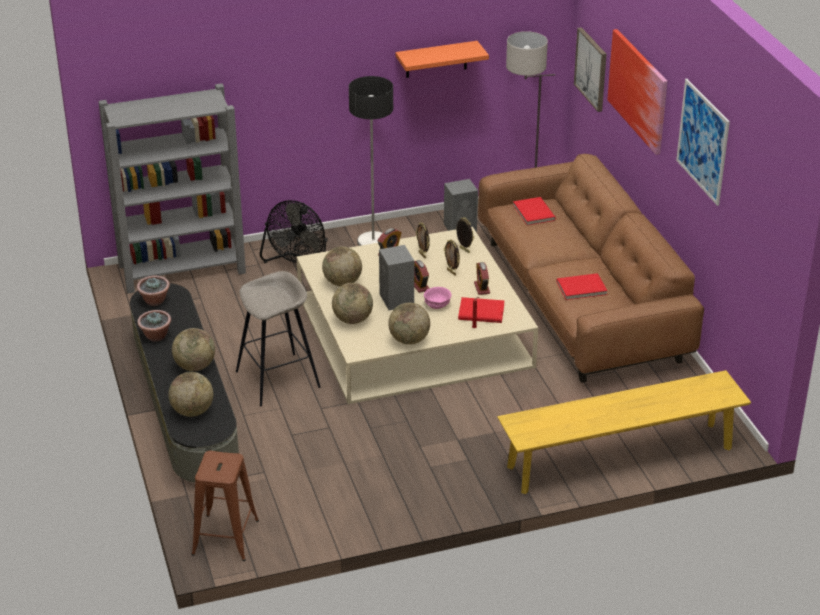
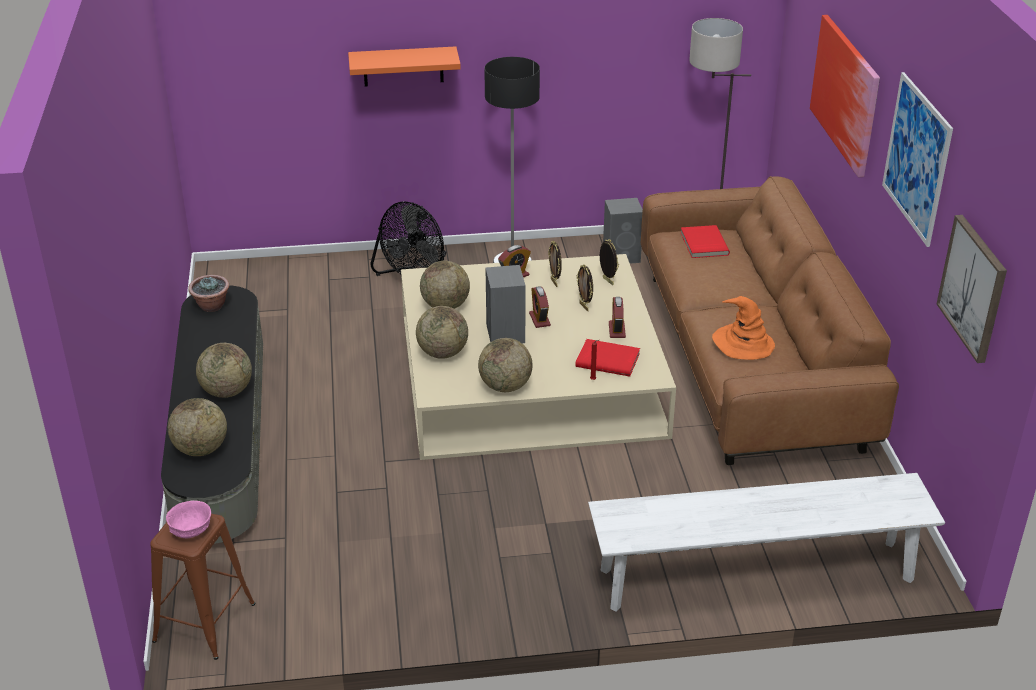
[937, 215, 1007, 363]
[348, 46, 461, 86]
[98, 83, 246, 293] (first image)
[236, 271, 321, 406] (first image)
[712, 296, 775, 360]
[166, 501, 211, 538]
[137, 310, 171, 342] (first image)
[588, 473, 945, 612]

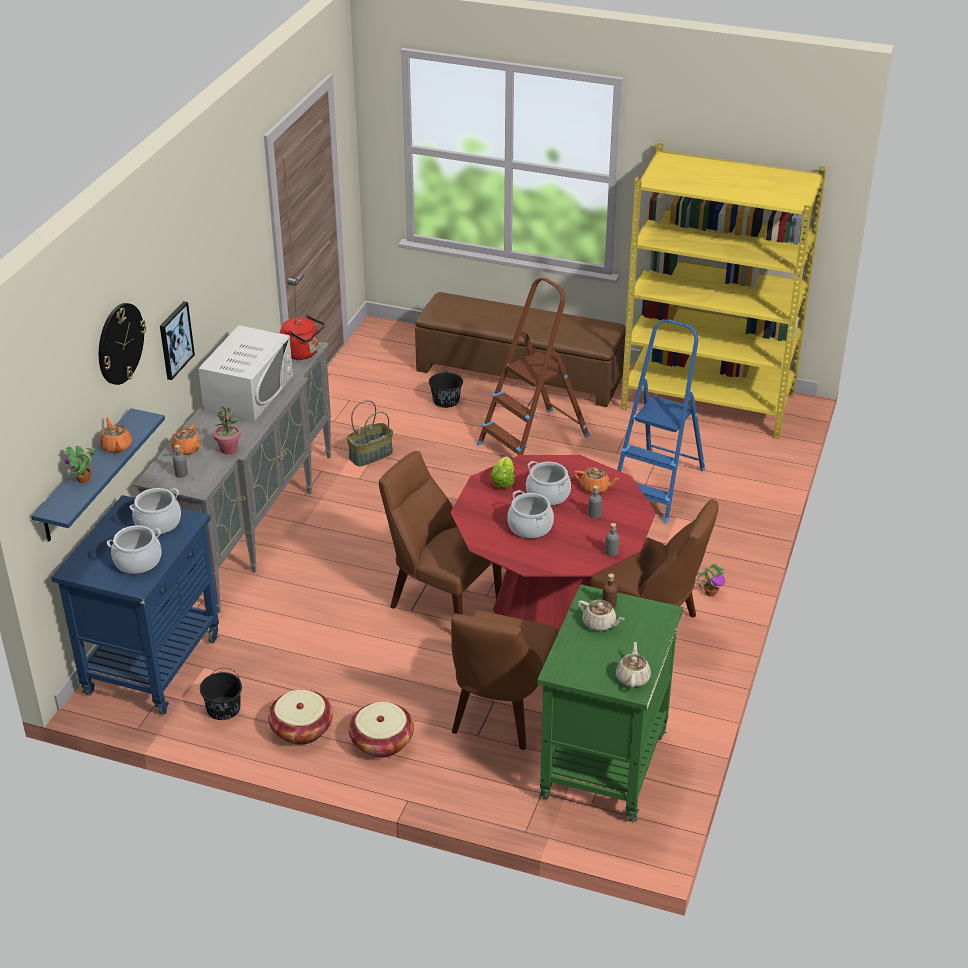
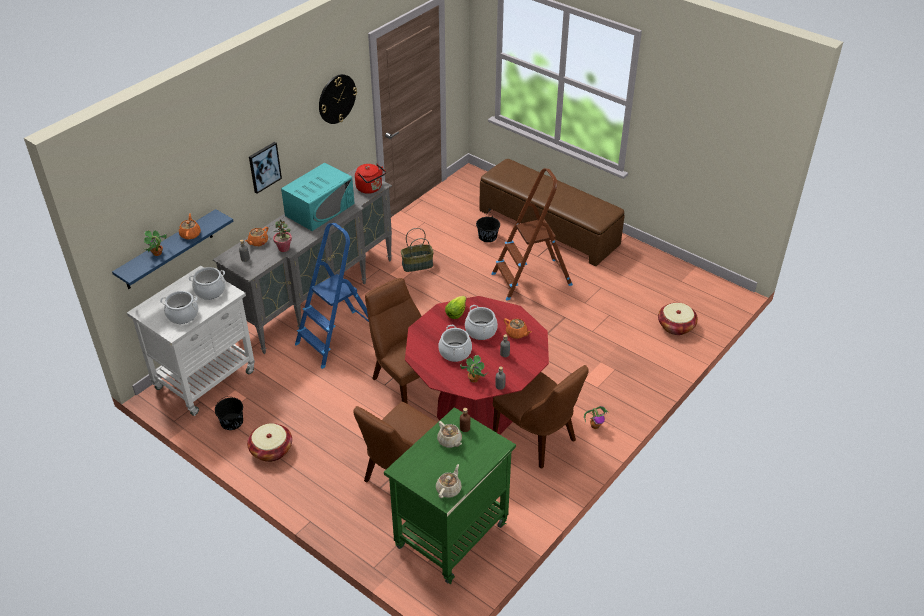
[621, 142, 826, 439] (first image)
[319, 74, 357, 124]
[295, 223, 369, 369]
[281, 162, 355, 231]
[127, 265, 255, 416]
[658, 303, 698, 335]
[460, 355, 487, 383]

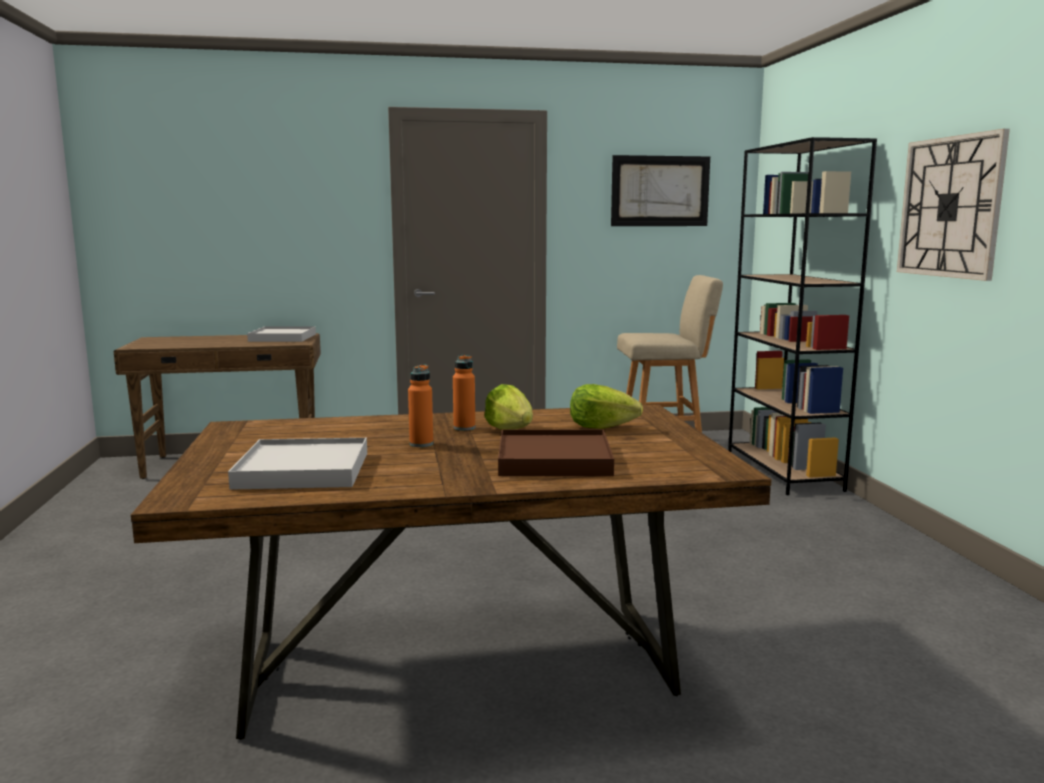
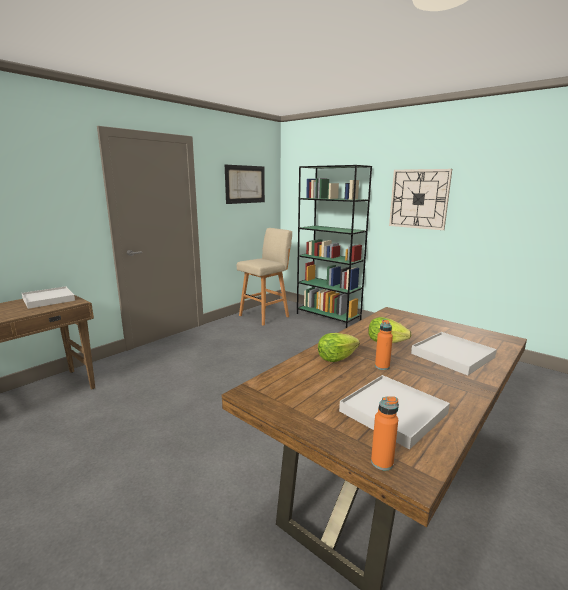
[297, 165, 372, 328]
[371, 396, 399, 471]
[318, 333, 360, 362]
[411, 332, 497, 375]

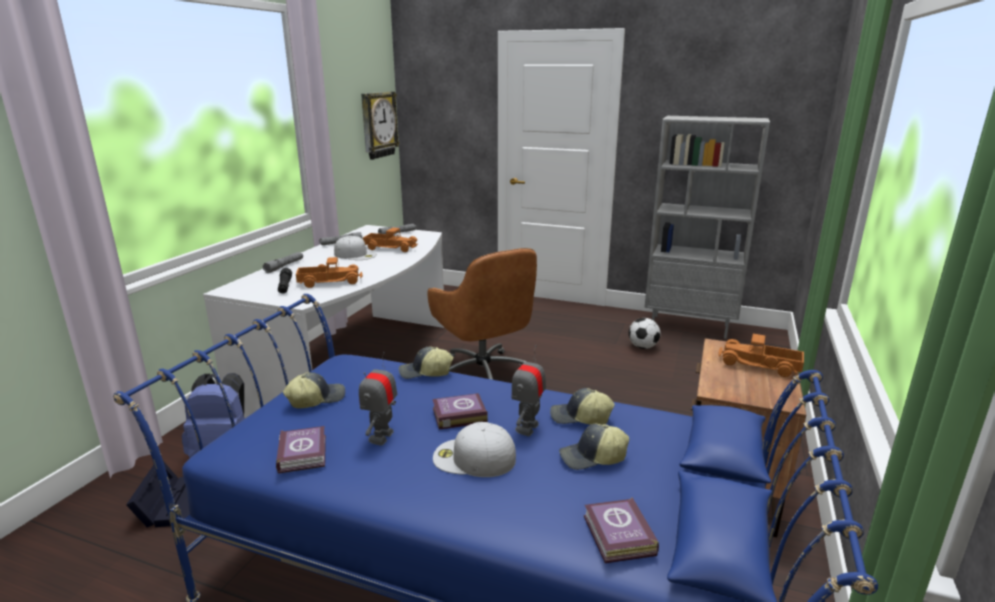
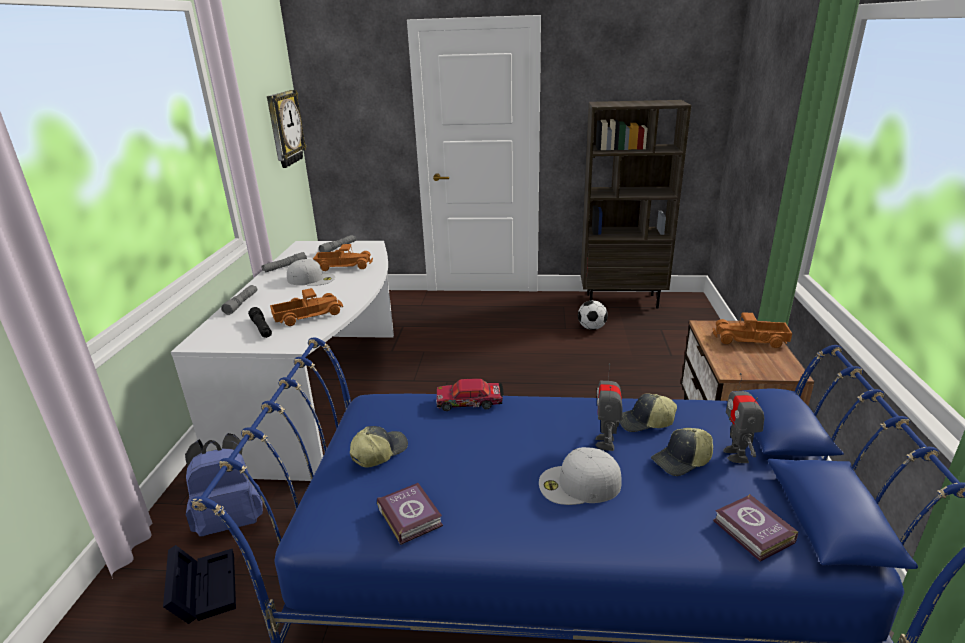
[581, 100, 691, 309]
[427, 248, 537, 380] (first image)
[436, 378, 504, 411]
[723, 373, 764, 463]
[432, 393, 488, 430] (first image)

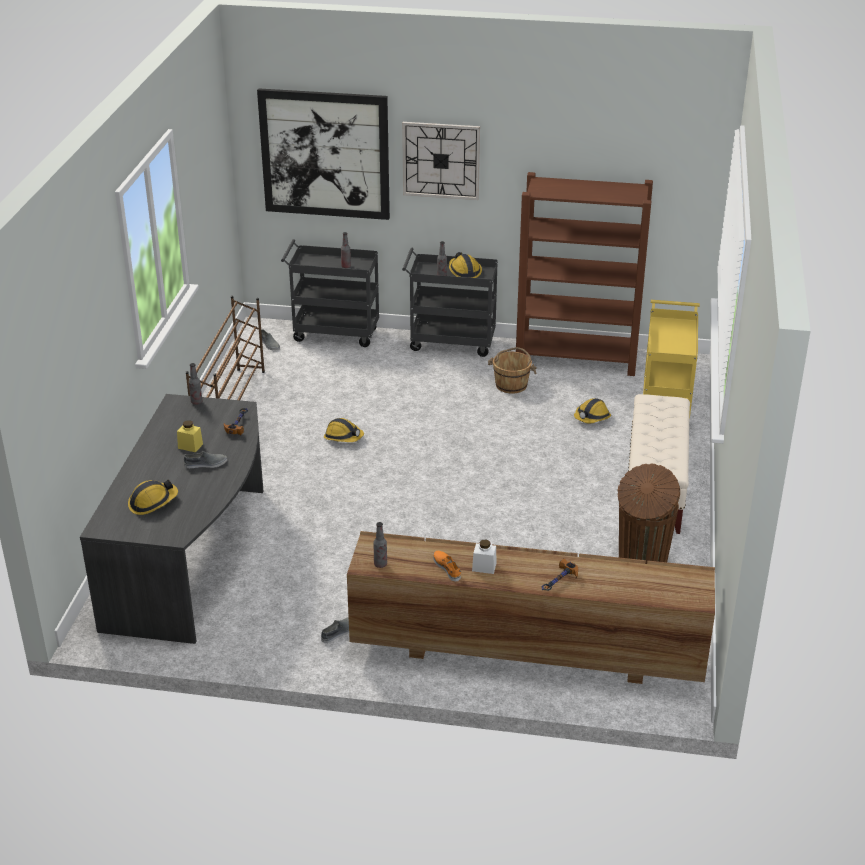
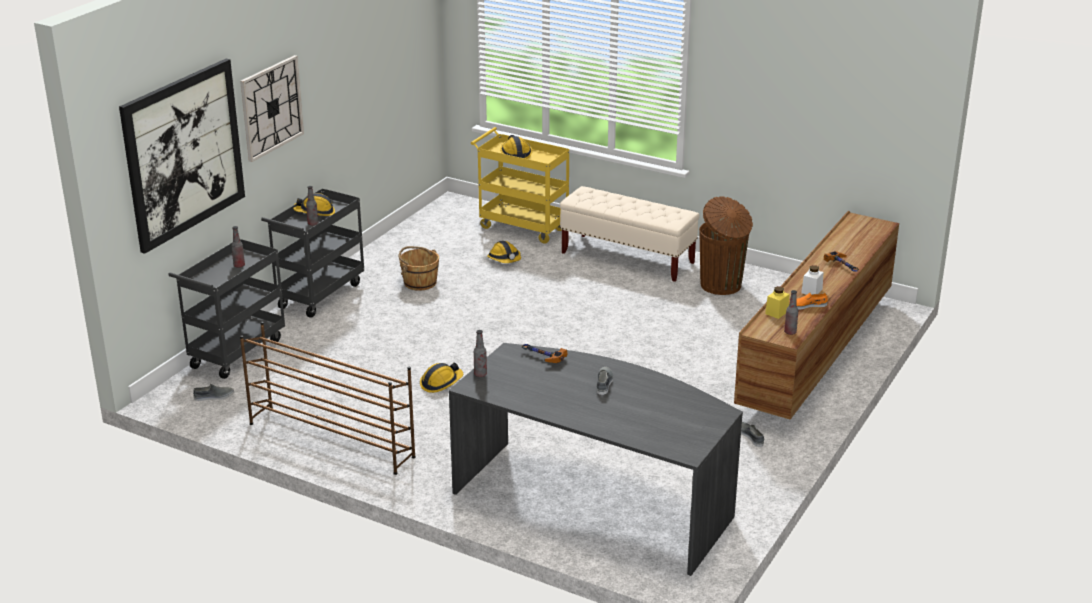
[516, 172, 653, 376] (first image)
[765, 286, 789, 319]
[500, 135, 533, 159]

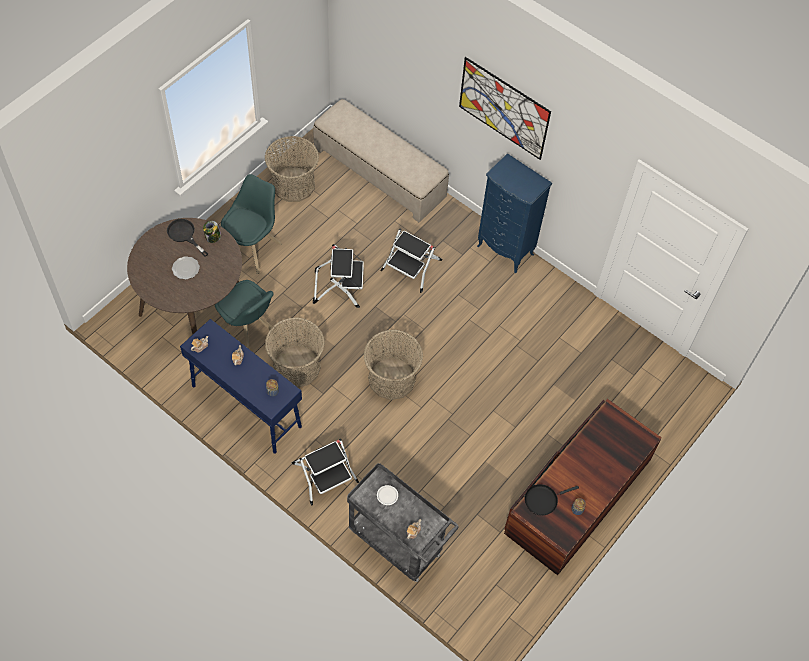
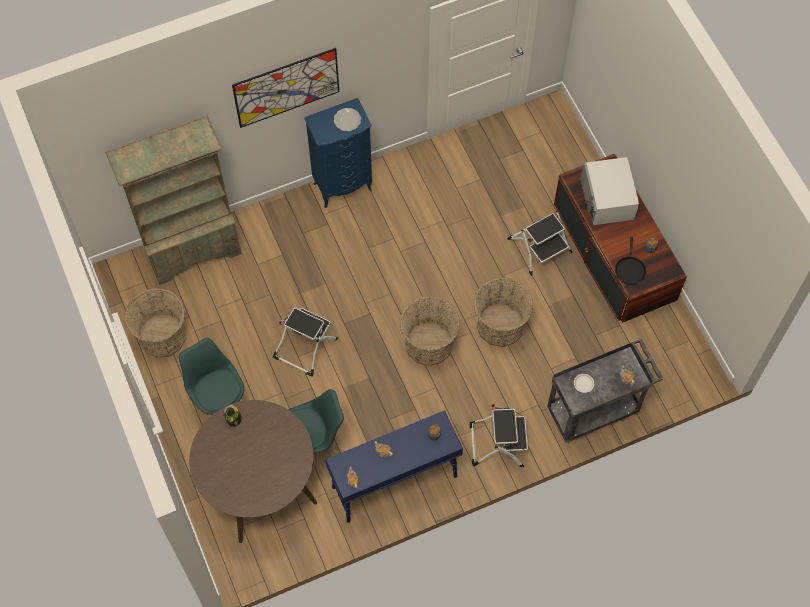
[105, 116, 241, 285]
[167, 219, 208, 257] (first image)
[507, 211, 572, 276]
[334, 108, 361, 131]
[473, 277, 533, 347]
[580, 157, 639, 225]

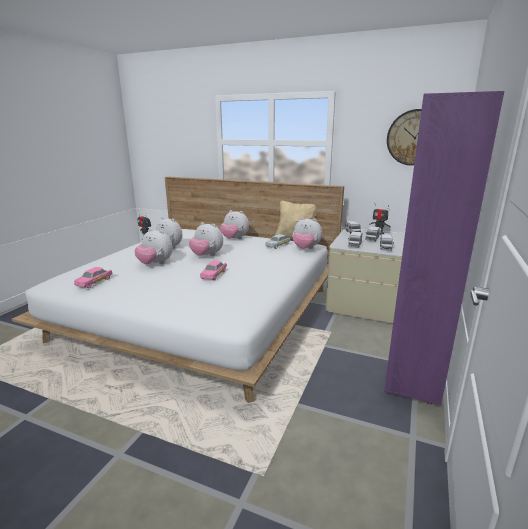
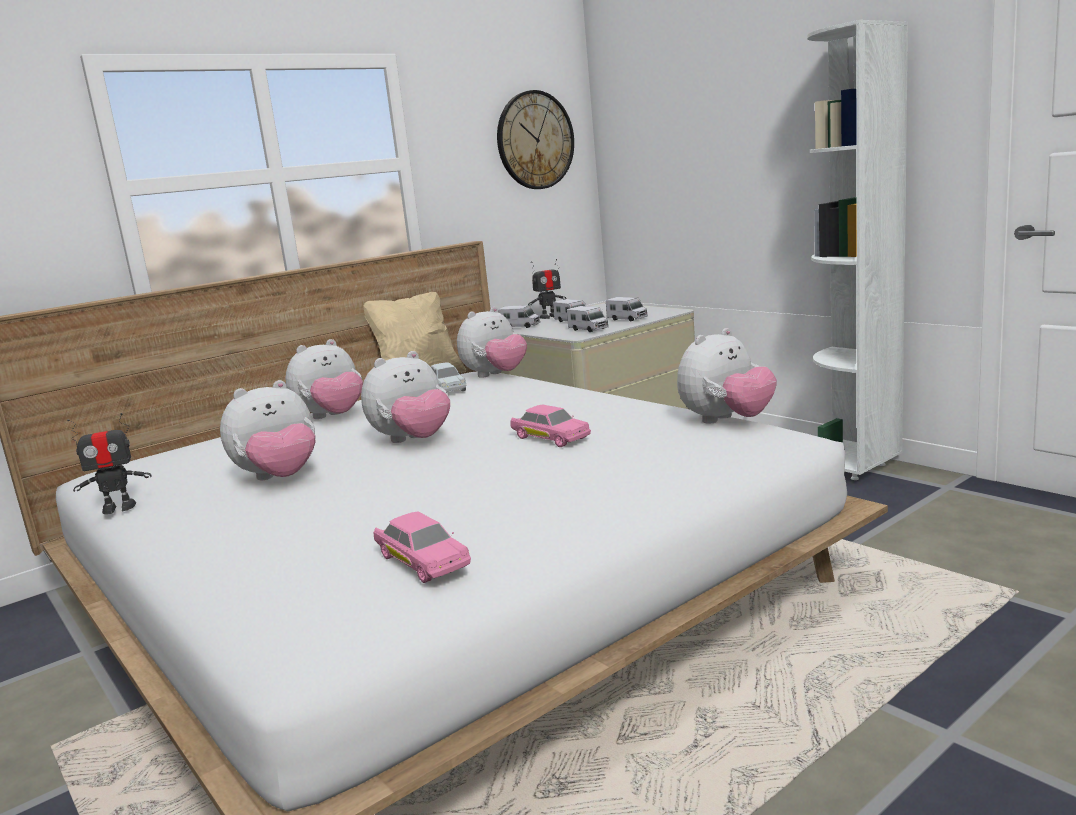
[807, 20, 908, 480]
[677, 328, 777, 424]

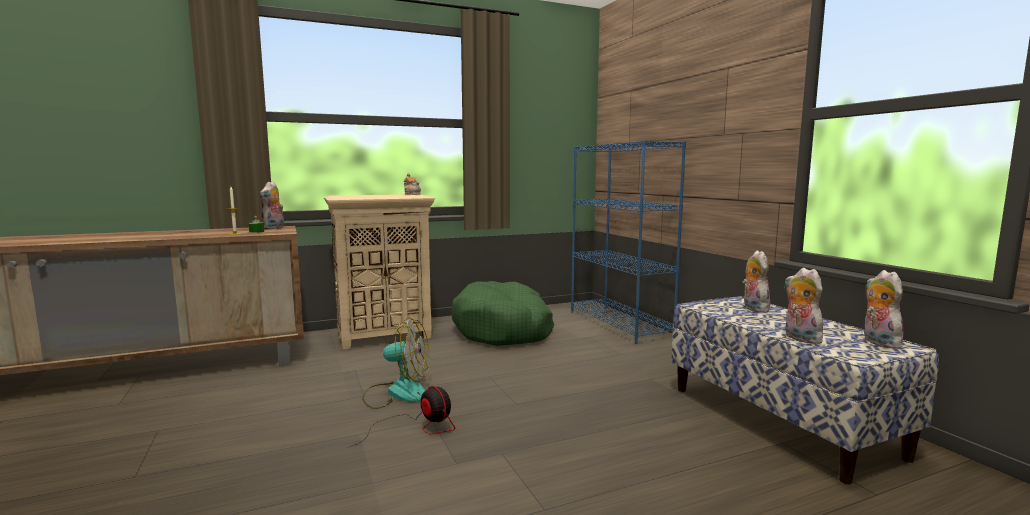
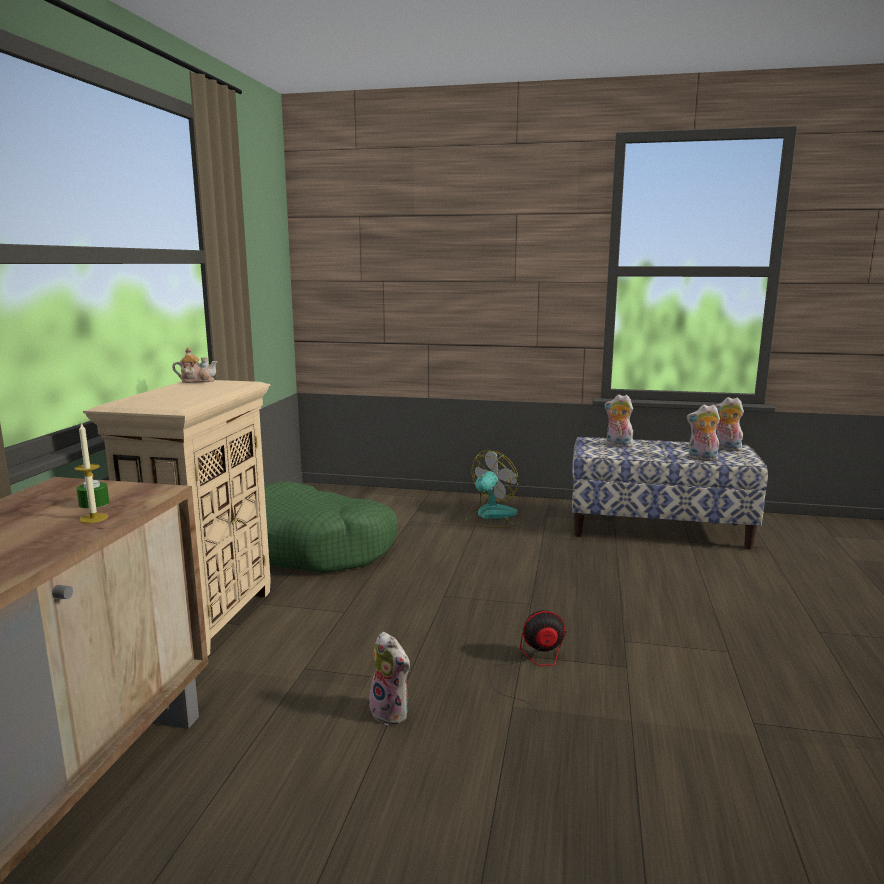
[571, 140, 686, 344] (first image)
[366, 632, 411, 725]
[466, 450, 519, 528]

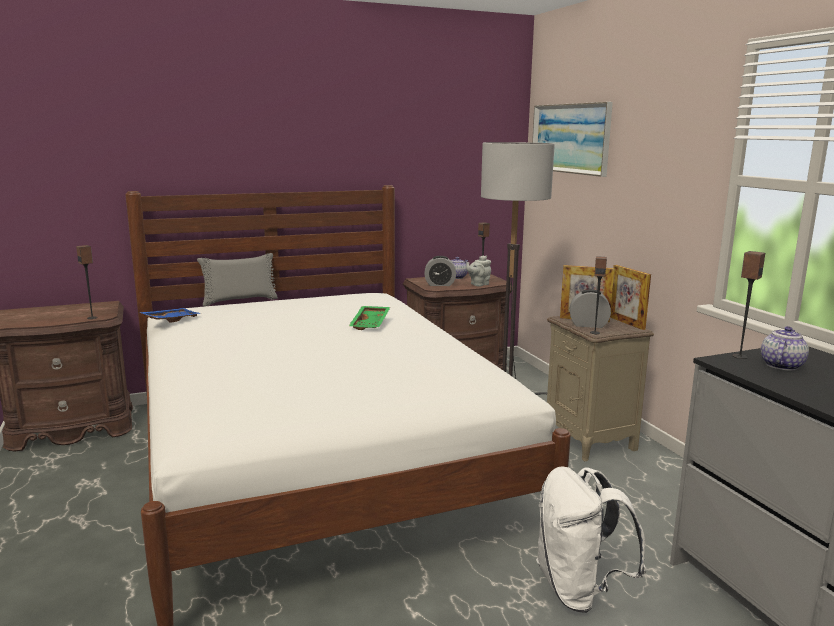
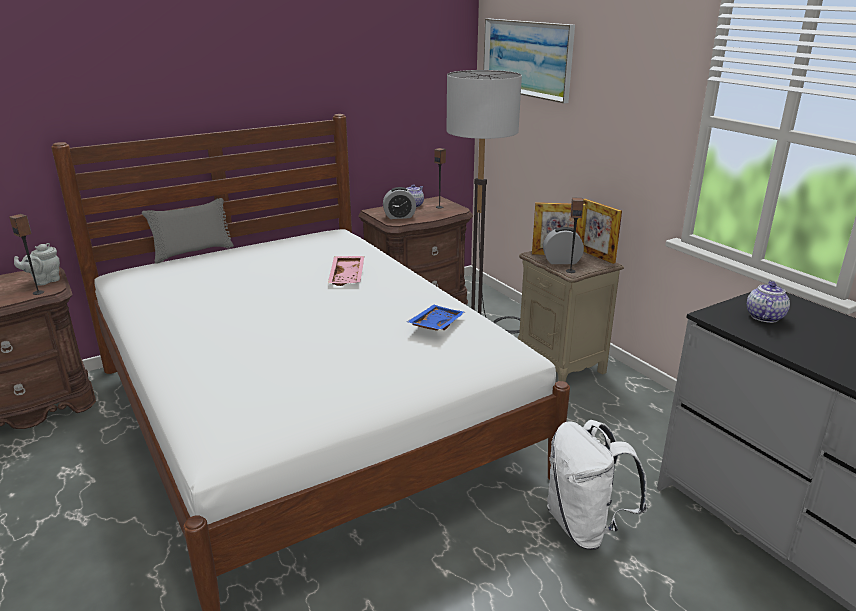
[733, 251, 765, 359] (first image)
[14, 243, 60, 286]
[328, 256, 364, 286]
[407, 305, 465, 331]

